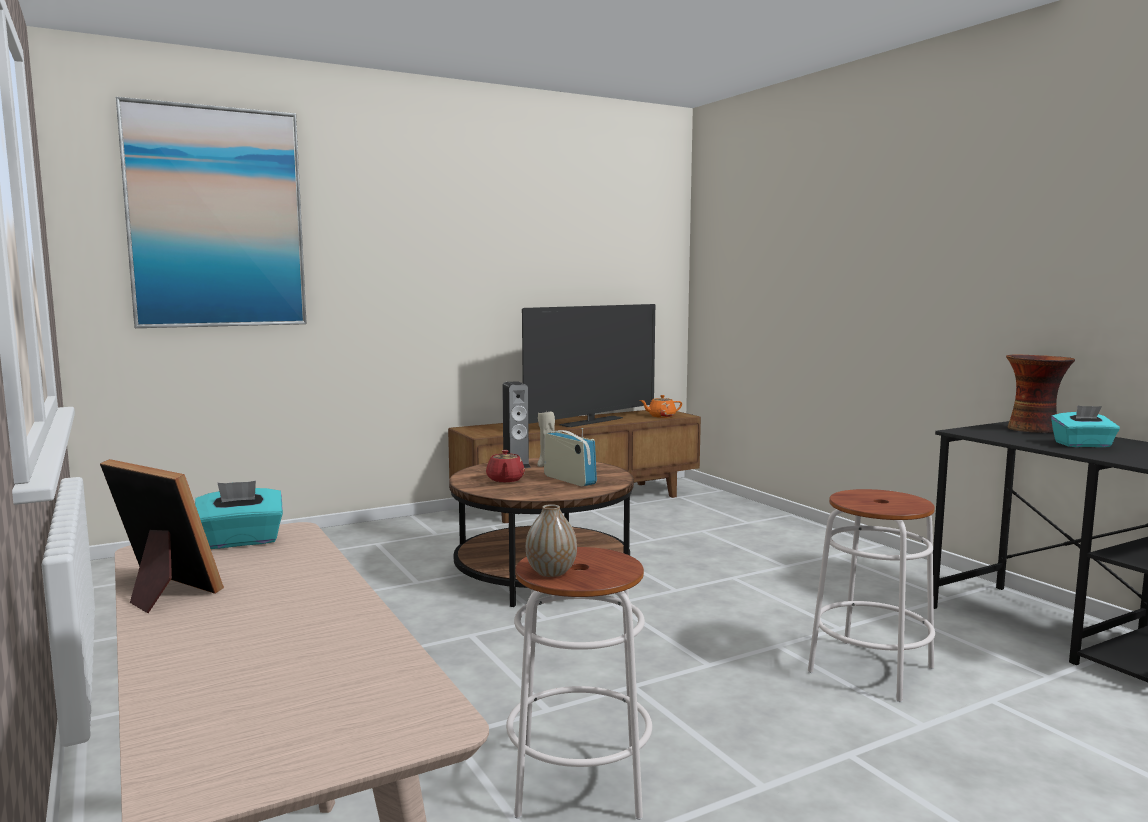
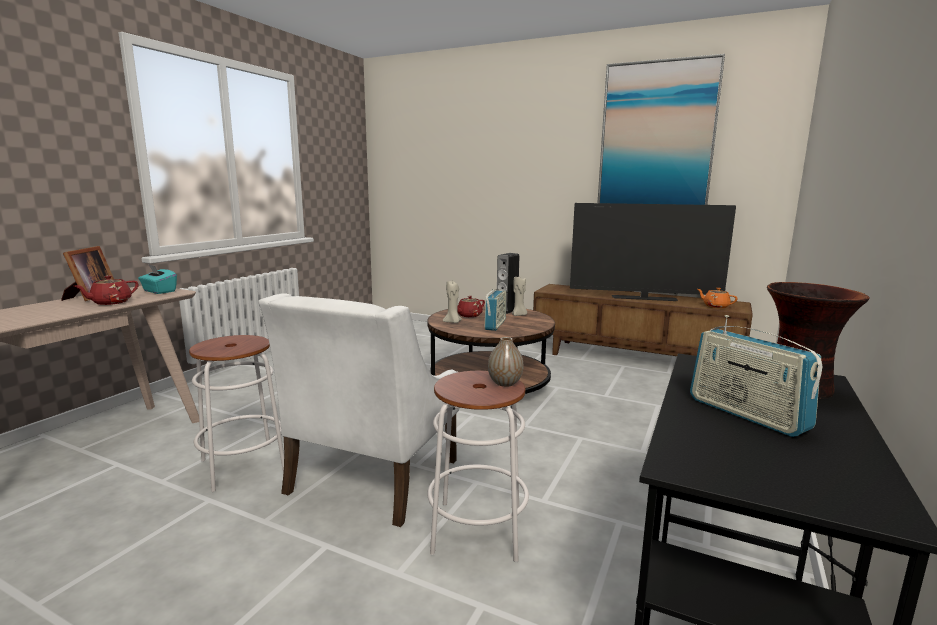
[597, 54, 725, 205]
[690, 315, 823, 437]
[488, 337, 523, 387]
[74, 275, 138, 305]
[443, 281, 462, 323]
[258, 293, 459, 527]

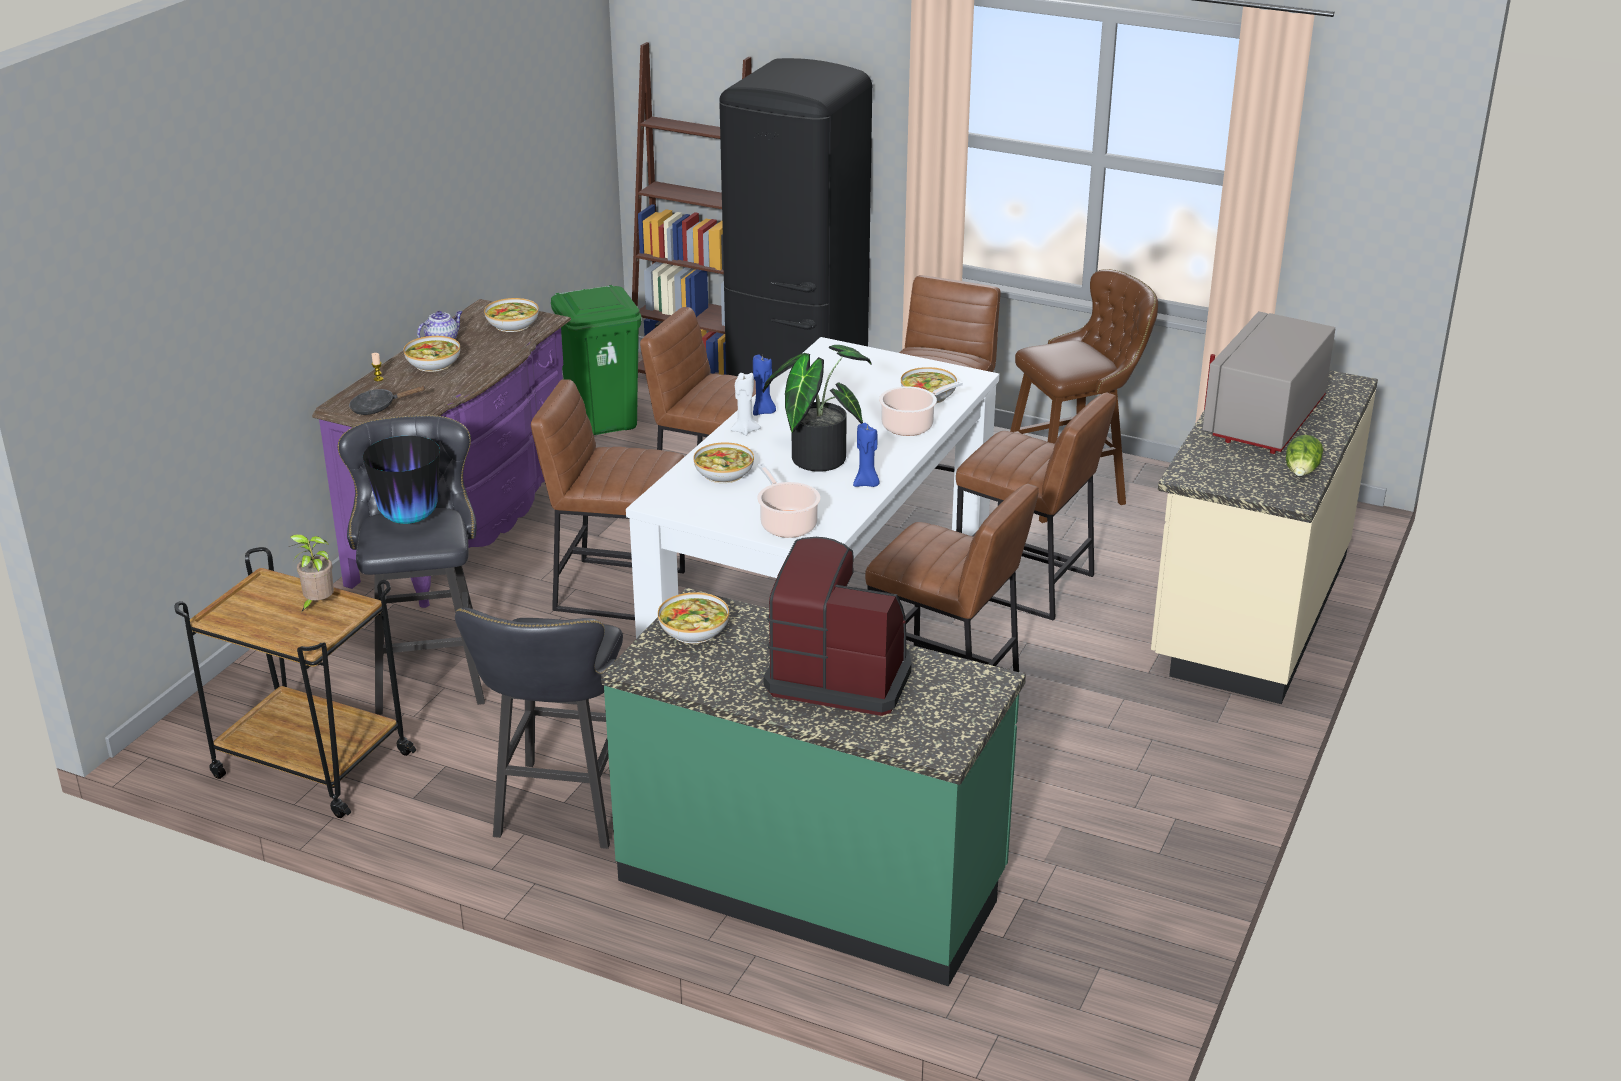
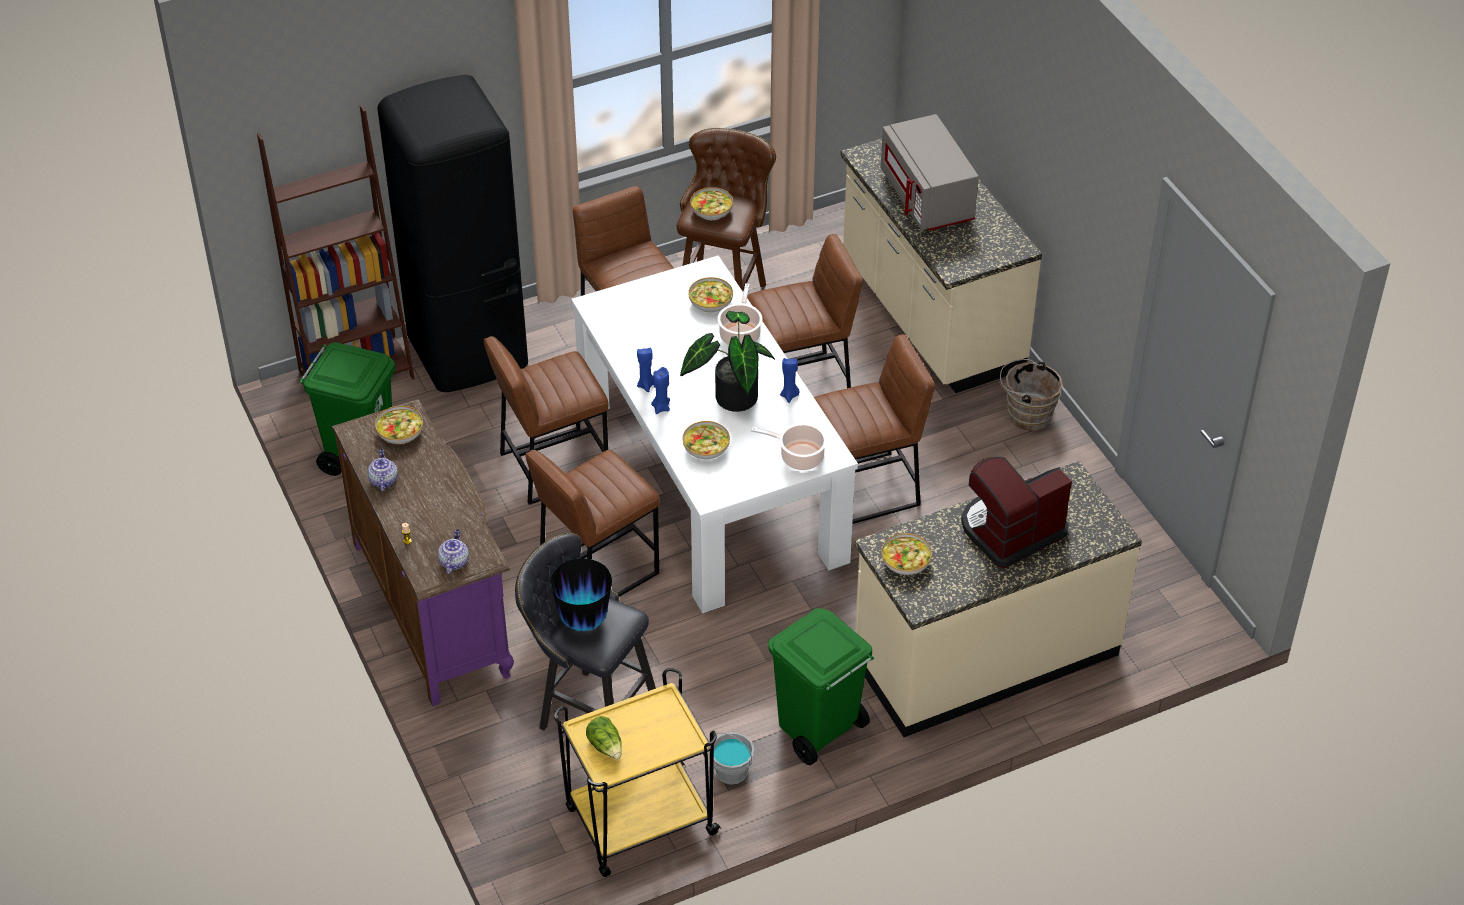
[690, 187, 733, 220]
[651, 367, 670, 414]
[438, 529, 469, 574]
[586, 716, 622, 759]
[289, 534, 334, 611] (first image)
[554, 668, 721, 877]
[855, 461, 1142, 737]
[768, 608, 874, 765]
[1000, 359, 1063, 431]
[714, 732, 754, 785]

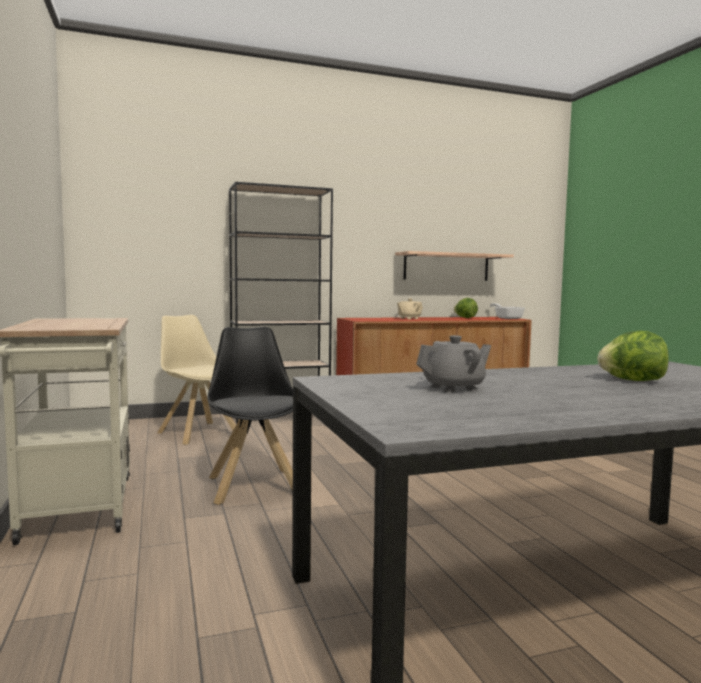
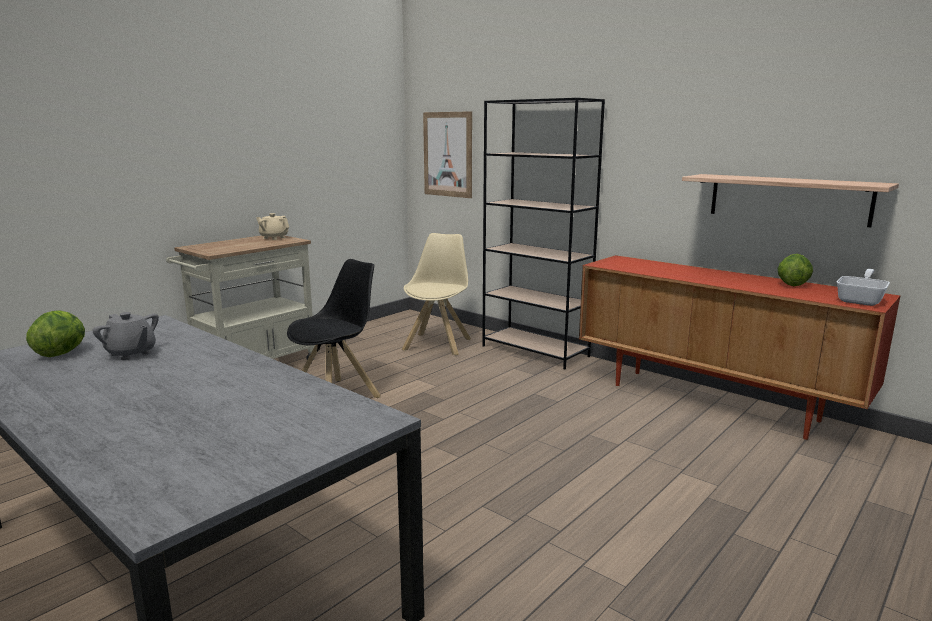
[256, 213, 289, 240]
[26, 311, 85, 357]
[423, 111, 472, 198]

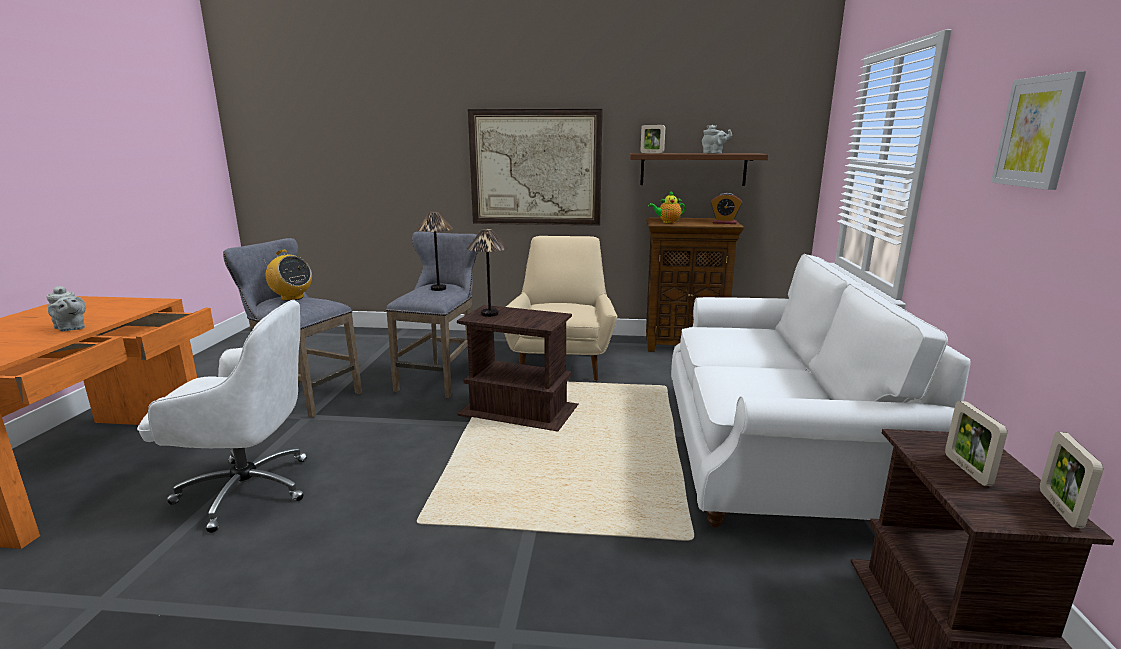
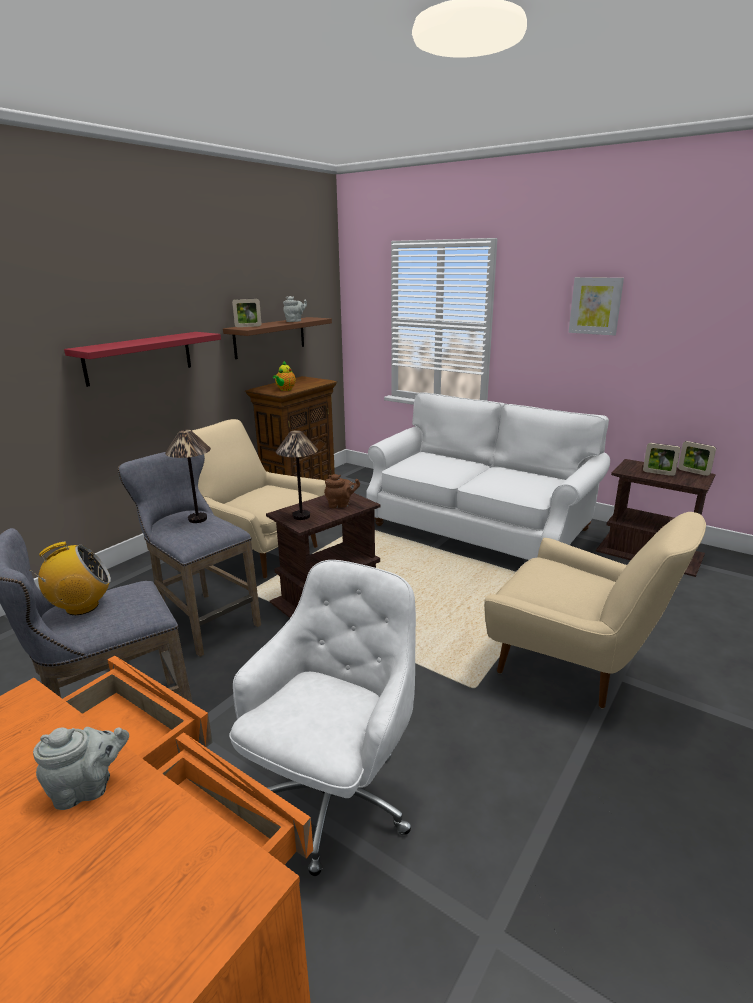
[64, 332, 221, 387]
[711, 193, 742, 224] (first image)
[324, 474, 360, 508]
[484, 512, 706, 708]

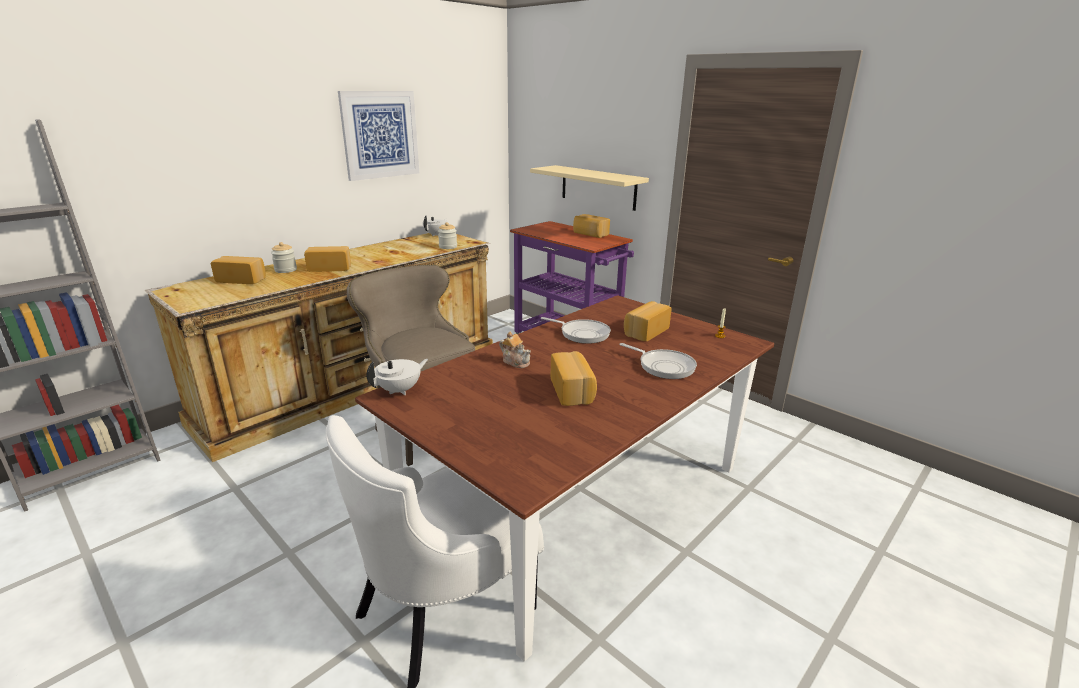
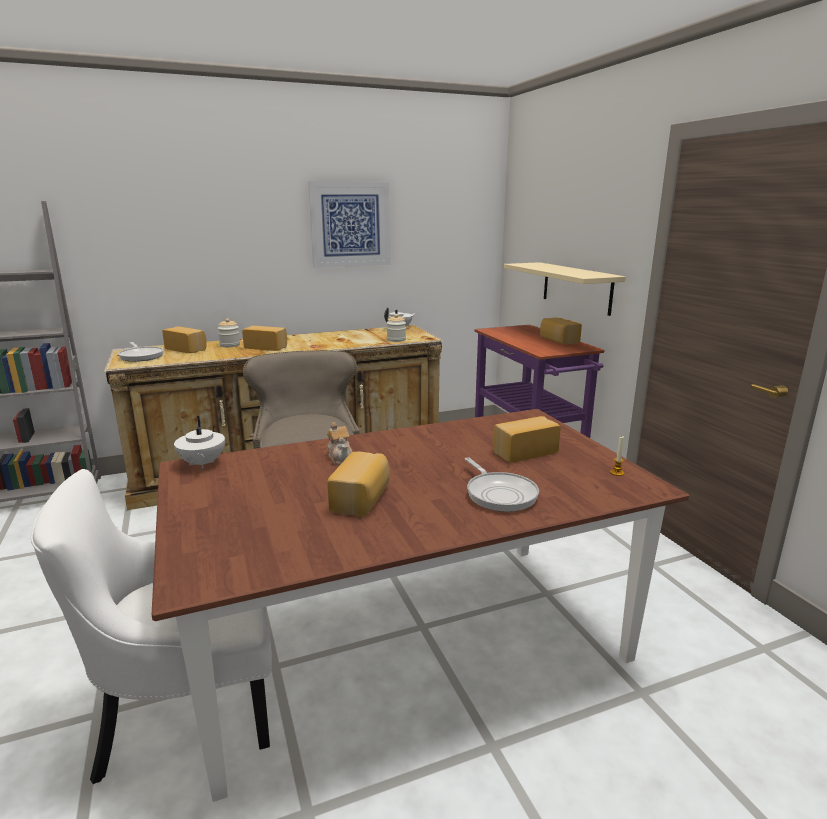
[118, 342, 164, 362]
[174, 416, 225, 469]

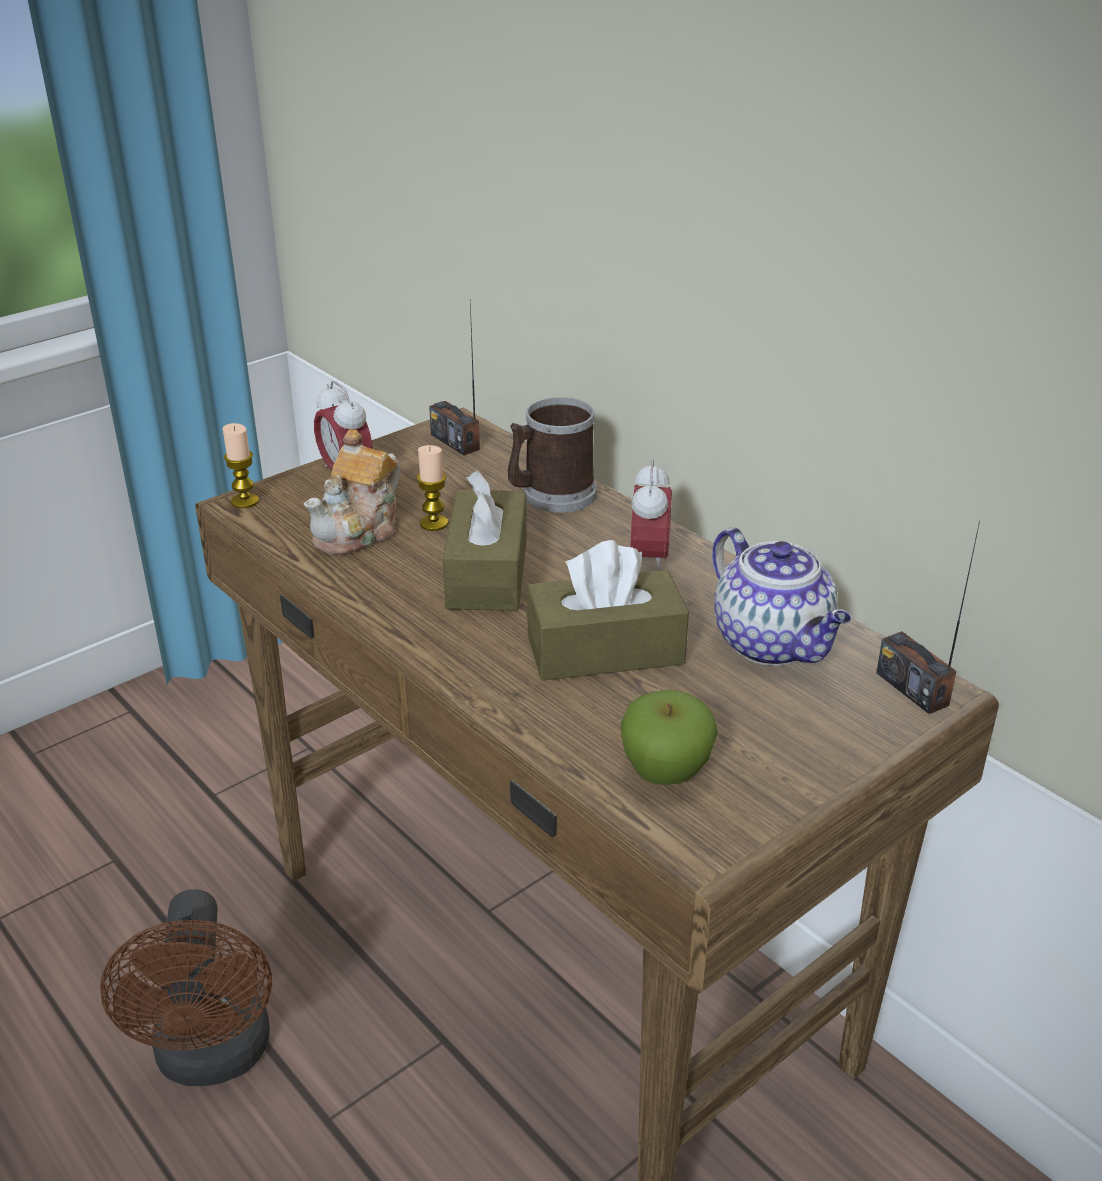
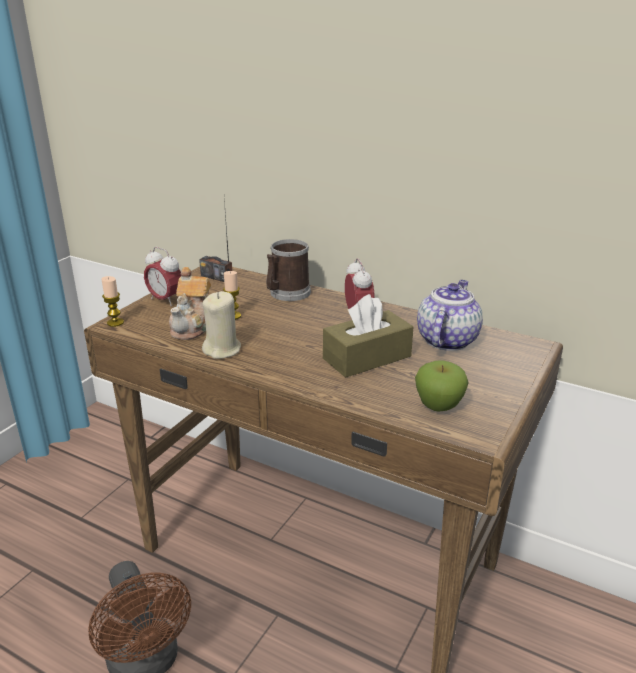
[443, 470, 527, 611] (first image)
[876, 521, 980, 714] (first image)
[417, 280, 483, 351]
[202, 291, 241, 359]

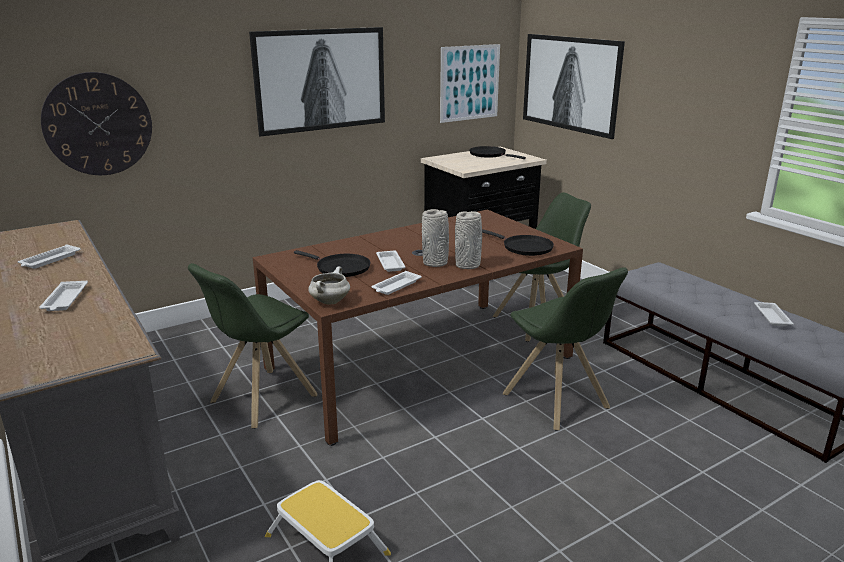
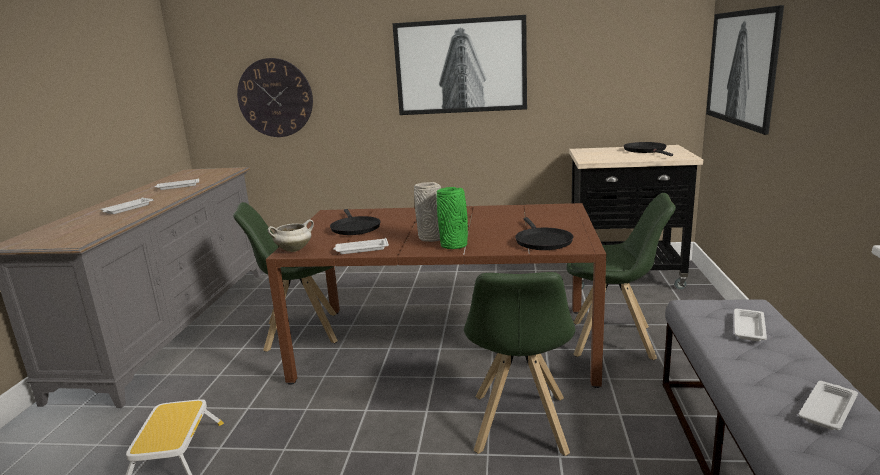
[440, 44, 500, 123] (first image)
[436, 187, 468, 249]
[734, 309, 767, 341]

